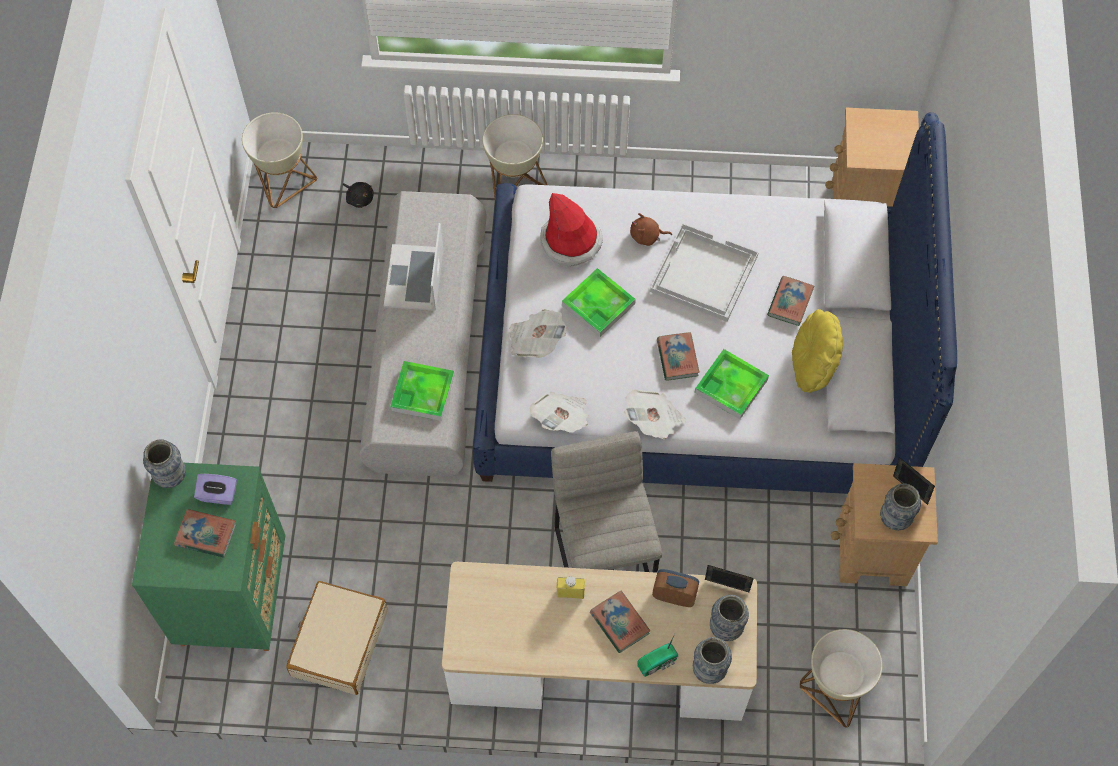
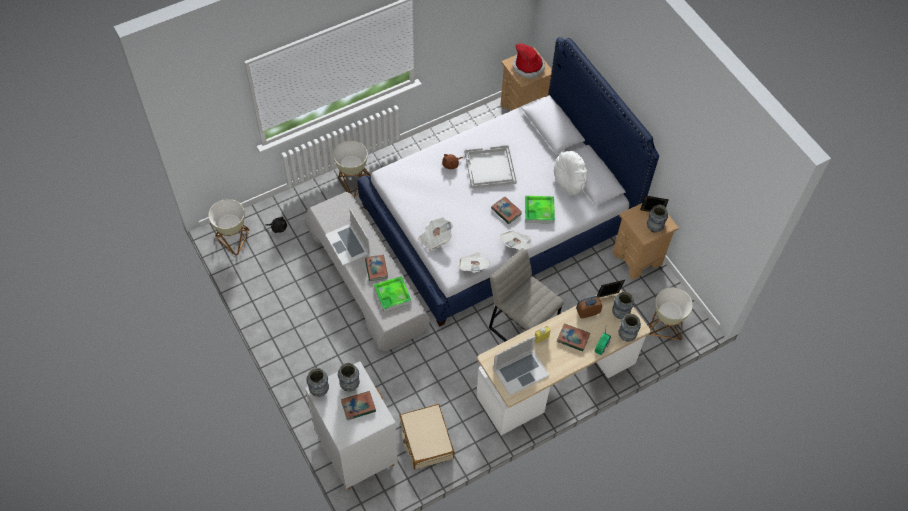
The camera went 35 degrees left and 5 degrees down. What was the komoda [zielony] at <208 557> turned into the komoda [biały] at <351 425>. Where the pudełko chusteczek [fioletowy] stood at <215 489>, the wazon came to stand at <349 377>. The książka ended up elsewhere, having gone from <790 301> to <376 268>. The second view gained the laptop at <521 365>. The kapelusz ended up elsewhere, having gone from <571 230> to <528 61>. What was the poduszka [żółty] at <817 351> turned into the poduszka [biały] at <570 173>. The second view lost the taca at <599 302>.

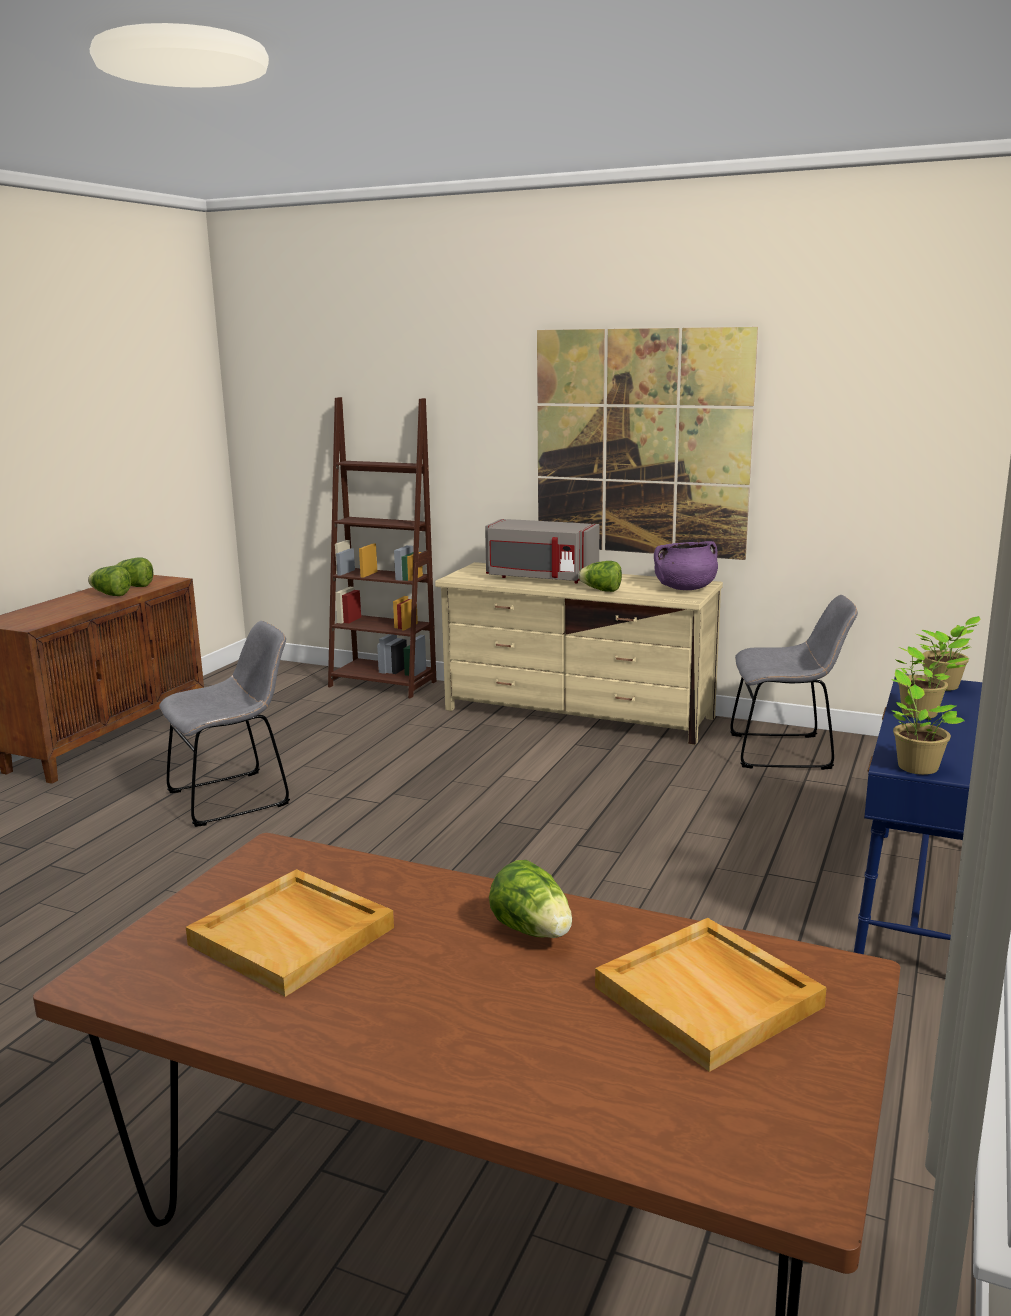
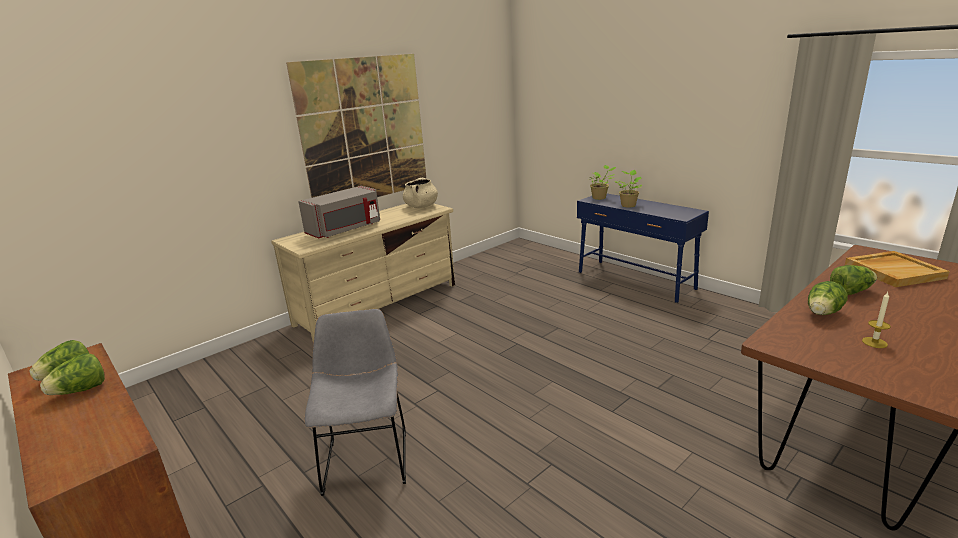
The camera went 65 degrees left and 5 degrees up. What was the garnek [fioletowy] at <686 565> turned into the garnek [beżowy] at <420 193>. The sałata ended up elsewhere, having gone from <600 576> to <828 298>. Where the taca [beżowy] stood at <290 933>, the świeca came to stand at <876 320>. The second view lost the regał [brązowy] at <382 547>. The second view lost the krzesło [szary] at <794 682>. The second view lost the roślina doniczkowa at <928 722>.

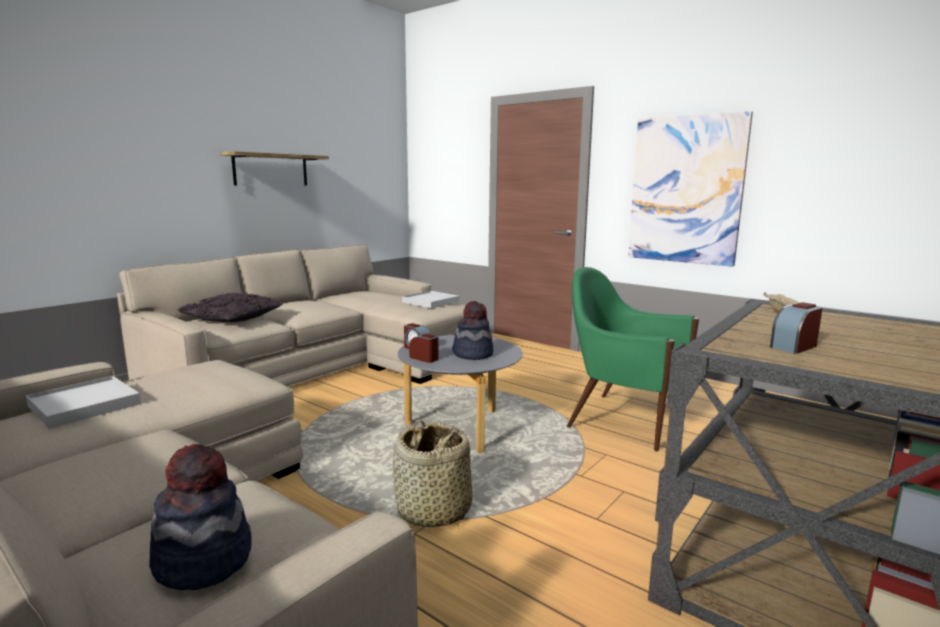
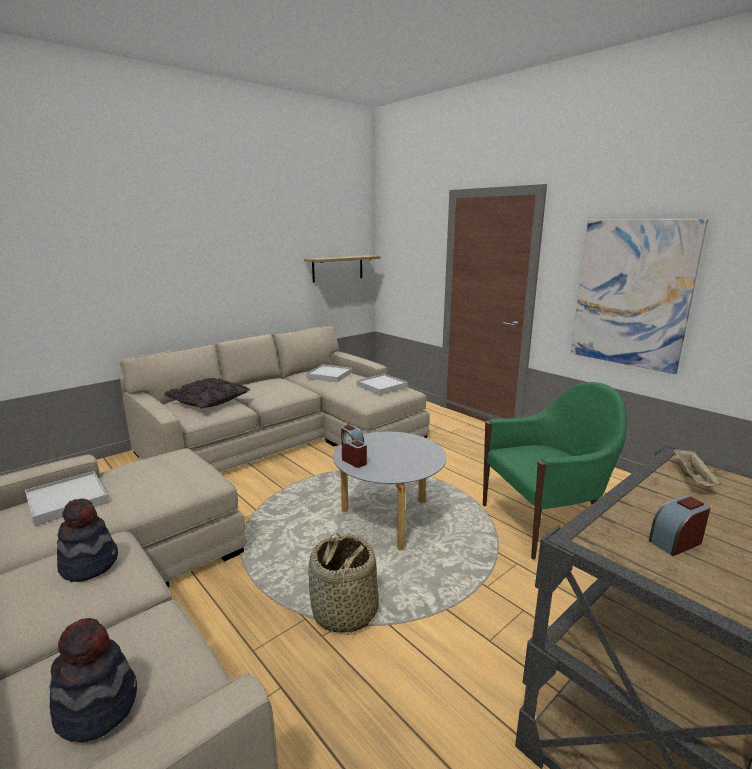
The camera went 10 degrees right and 5 degrees up. The kapelusz ended up elsewhere, having gone from <472 330> to <87 540>. The półka ended up elsewhere, having gone from <274 168> to <342 269>. The second view gained the taca [biały] at <329 373>. The fotel [zielony] at <632 359> ended up facing another way, 120 degrees clockwise from before.

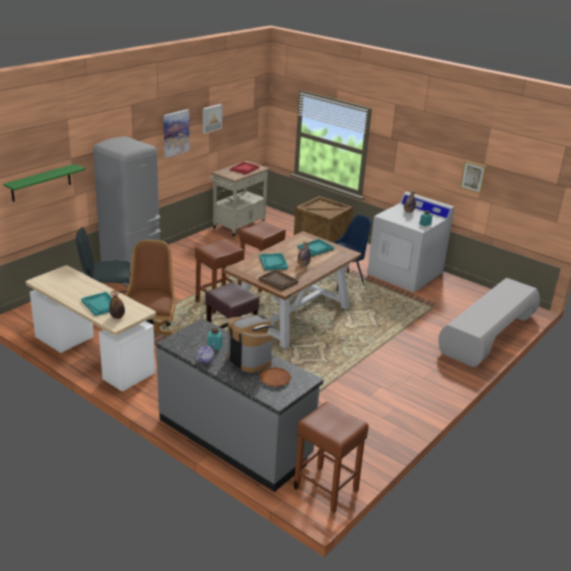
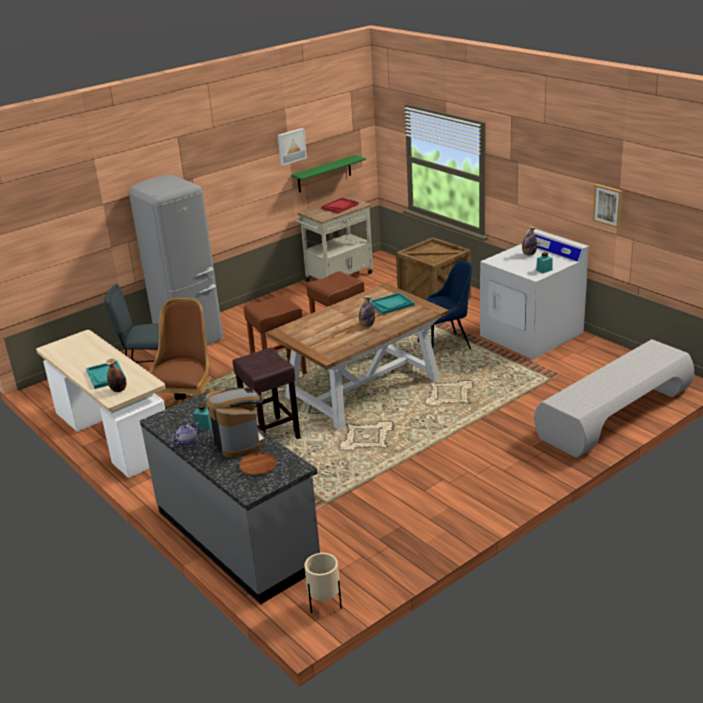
The camera went 15 degrees right and 0 degrees up. The półka [zielony] ended up elsewhere, having gone from <44 183> to <328 173>. Where the stołek [brązowy] stood at <331 458>, the donica [beżowy] came to stand at <323 583>. The second view lost the obraz at <176 133>. The second view lost the taca [turkusowy] at <273 261>. The second view lost the taca [brązowy] at <278 280>.

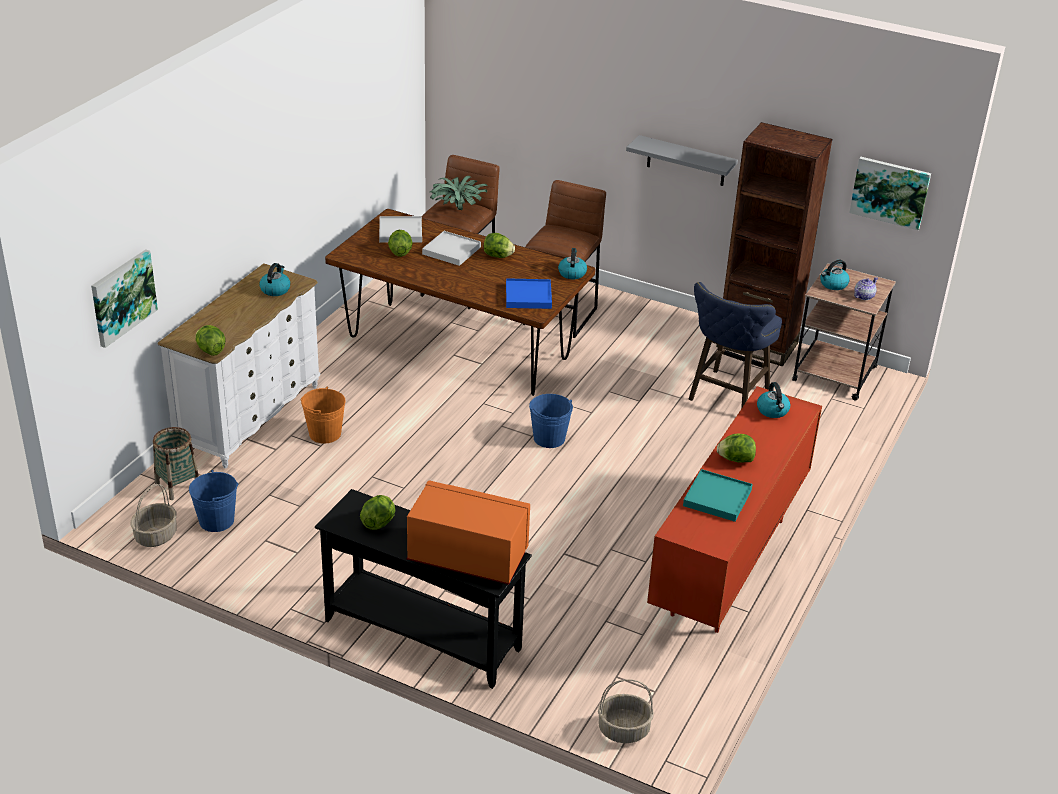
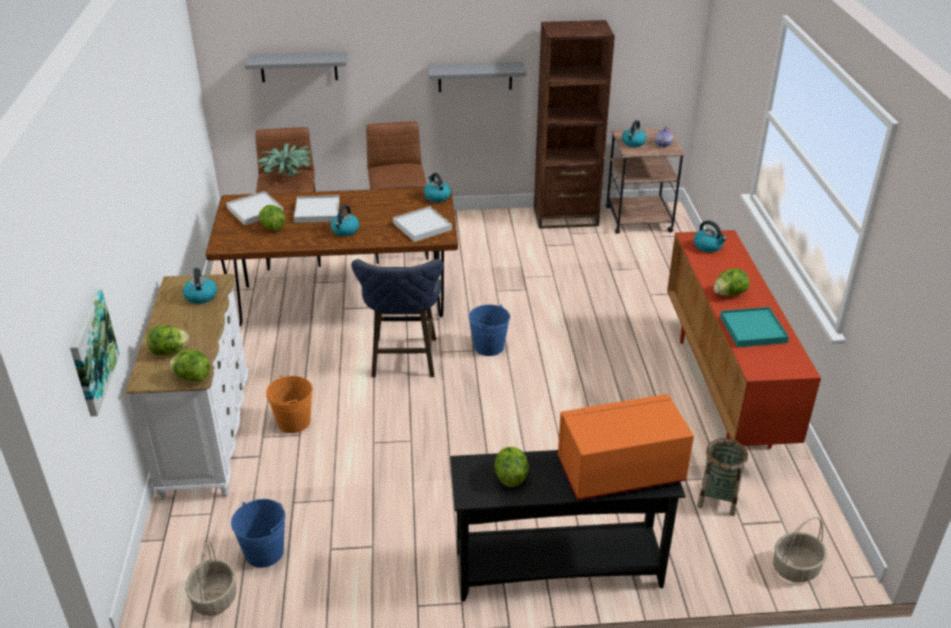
The camera went 30 degrees left and 0 degrees up. The sałata ended up elsewhere, having gone from <499 245> to <168 340>. The second view gained the półka [szary] at <296 67>. The second view gained the czajnik at <345 220>. The stołek [niebieski] ended up elsewhere, having gone from <735 345> to <397 318>. What was the taca [niebieski] at <529 293> turned into the taca [biały] at <422 224>. The koszyk ended up elsewhere, having gone from <176 463> to <722 477>. The second view lost the obraz at <890 193>.

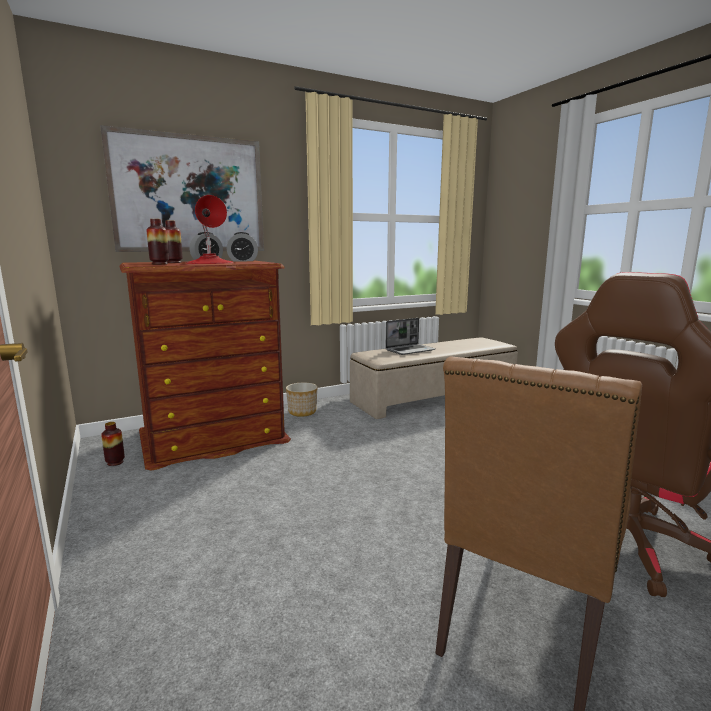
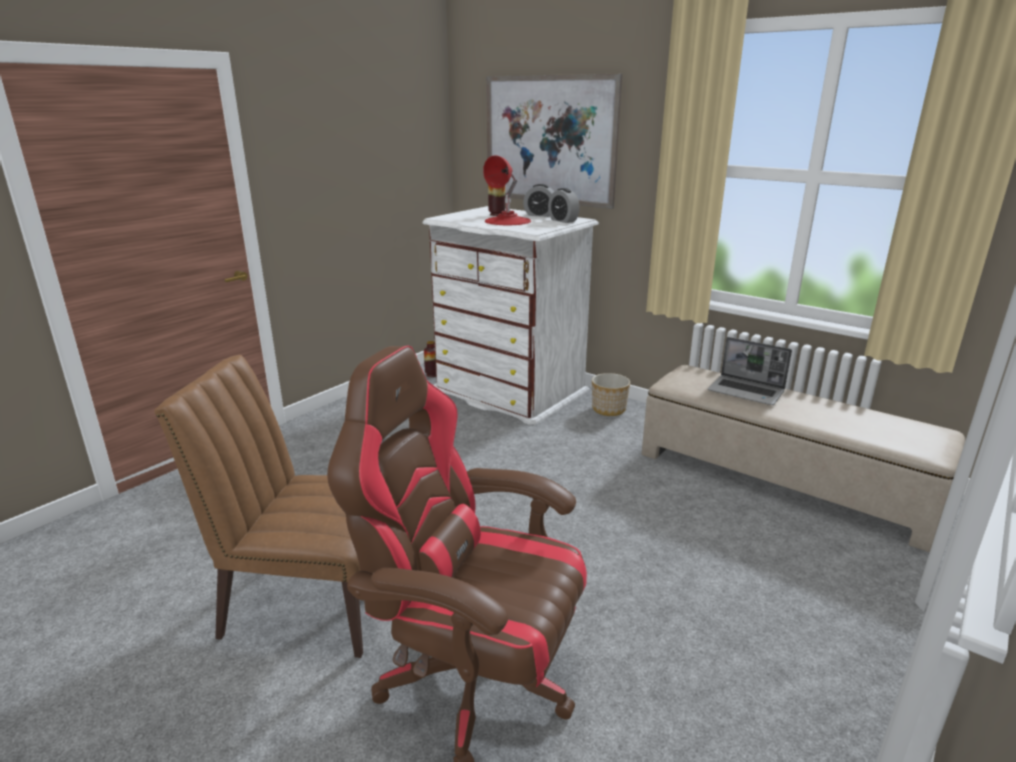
The camera went 65 degrees right and 10 degrees up. What was the komoda [brązowy] at <205 365> turned into the komoda [biały] at <511 315>. The second view lost the wazon at <157 241>.

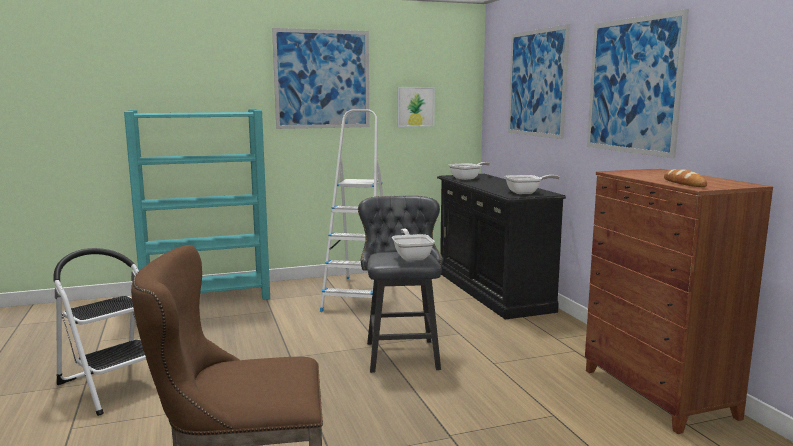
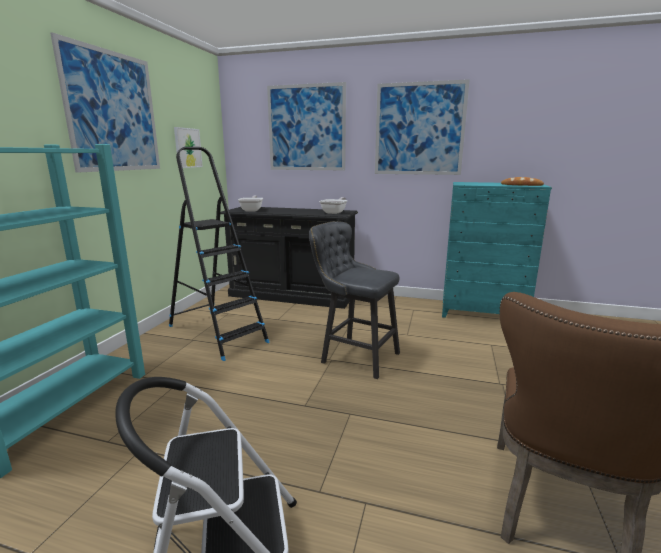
The camera went 55 degrees left and 5 degrees up. What was the drabinka [biały] at <351 210> turned into the drabinka [czarny] at <219 254>. What was the komoda [brązowy] at <679 301> turned into the komoda [turkusowy] at <497 250>. The second view lost the patelnia at <413 245>.

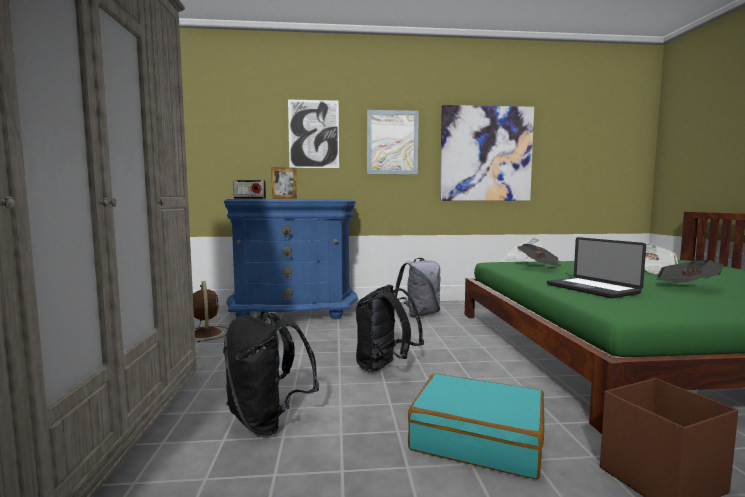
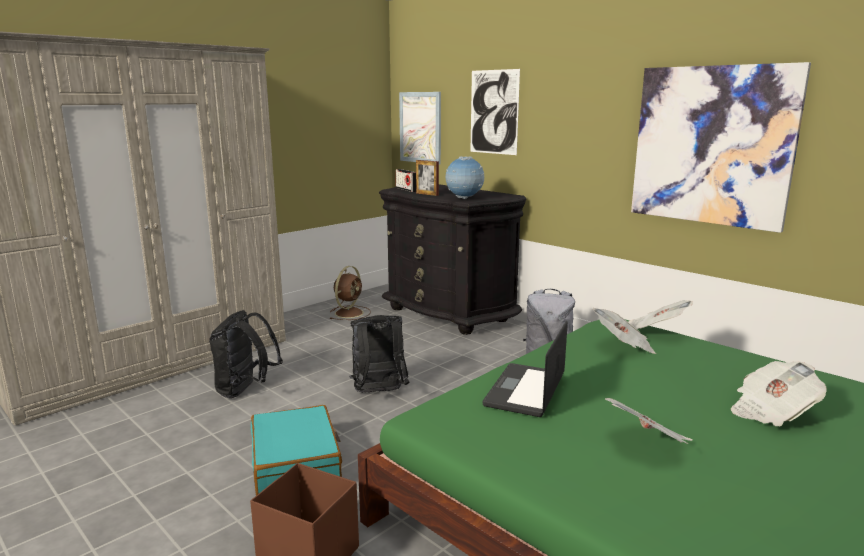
The camera went 50 degrees right and 10 degrees up. What was the komoda [niebieski] at <291 259> turned into the komoda [czarny] at <452 259>. The obraz ended up elsewhere, having gone from <393 142> to <420 128>. The second view gained the globus at <464 177>.

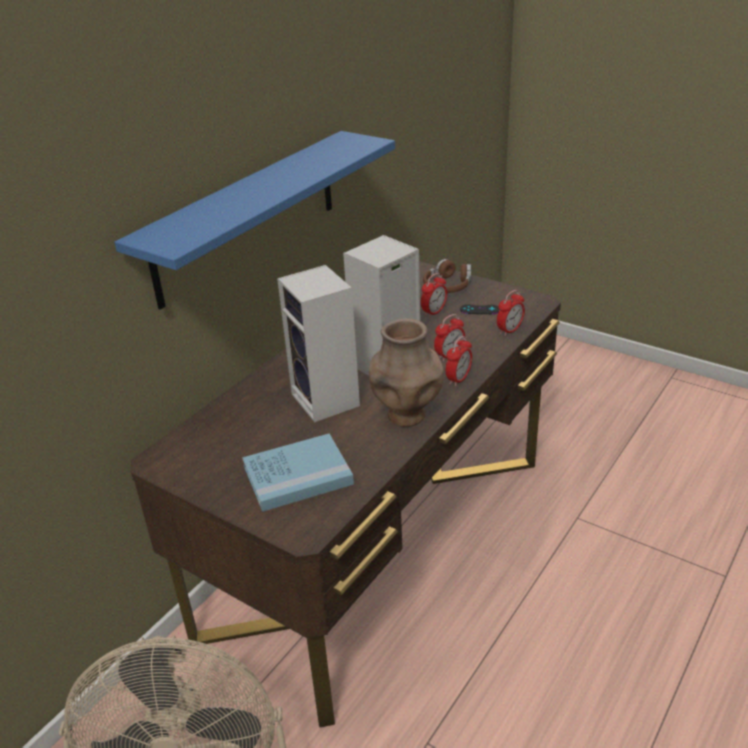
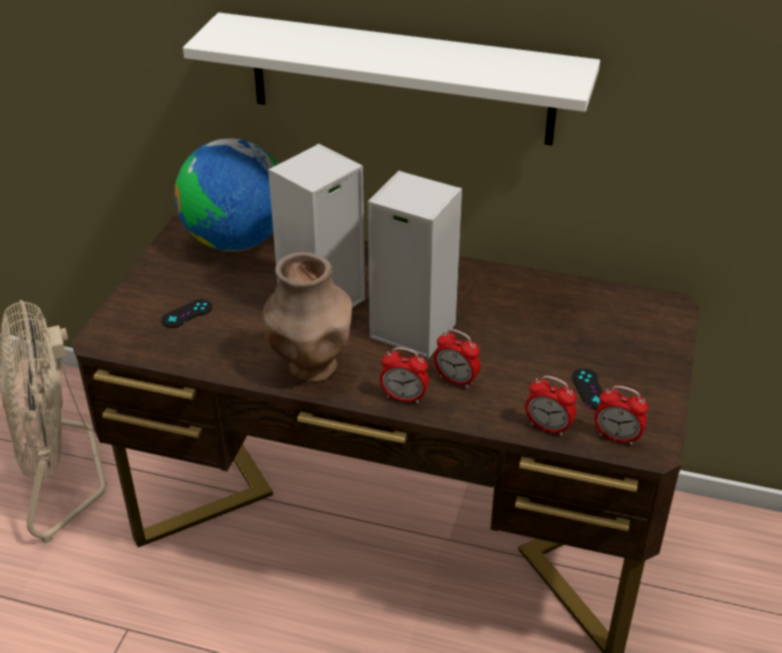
The camera went 70 degrees right and 5 degrees up. Where the książka [niebieski] stood at <298 473>, the pad do gier [czarny] came to stand at <186 313>. The second view gained the globus at <226 194>. What was the półka [niebieski] at <254 220> turned into the półka [biały] at <391 79>. The budzik ended up elsewhere, having gone from <434 295> to <621 415>. The second view lost the słuchawki [brązowy] at <447 276>.

